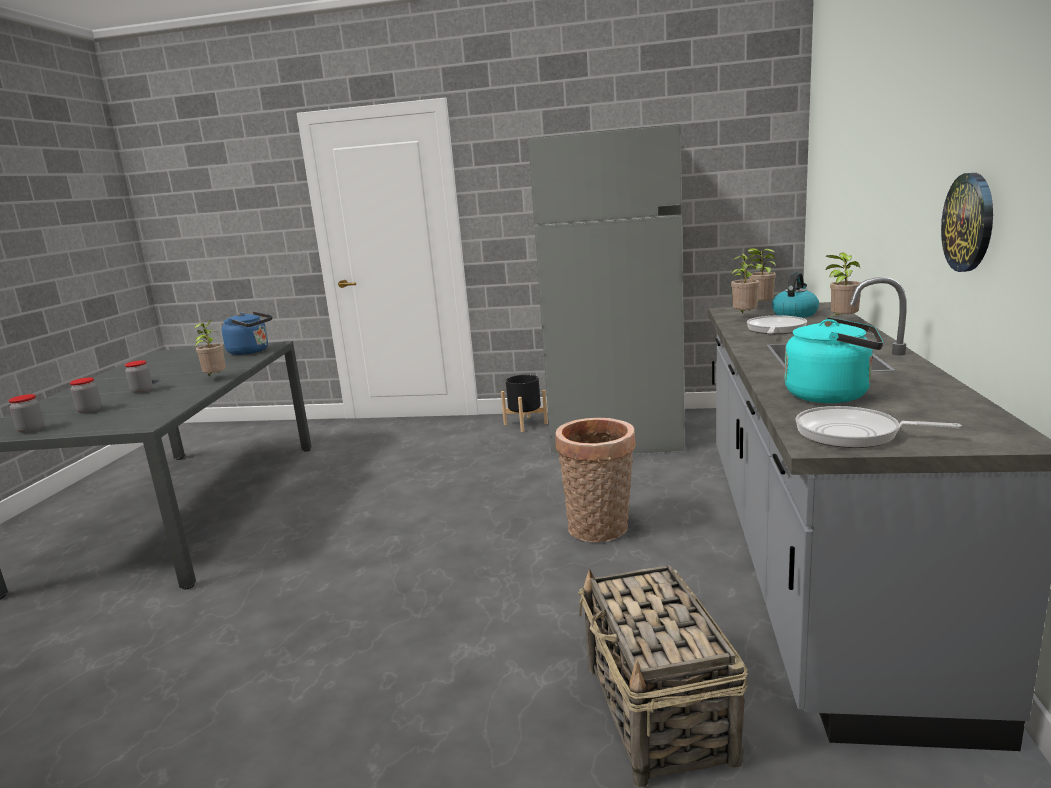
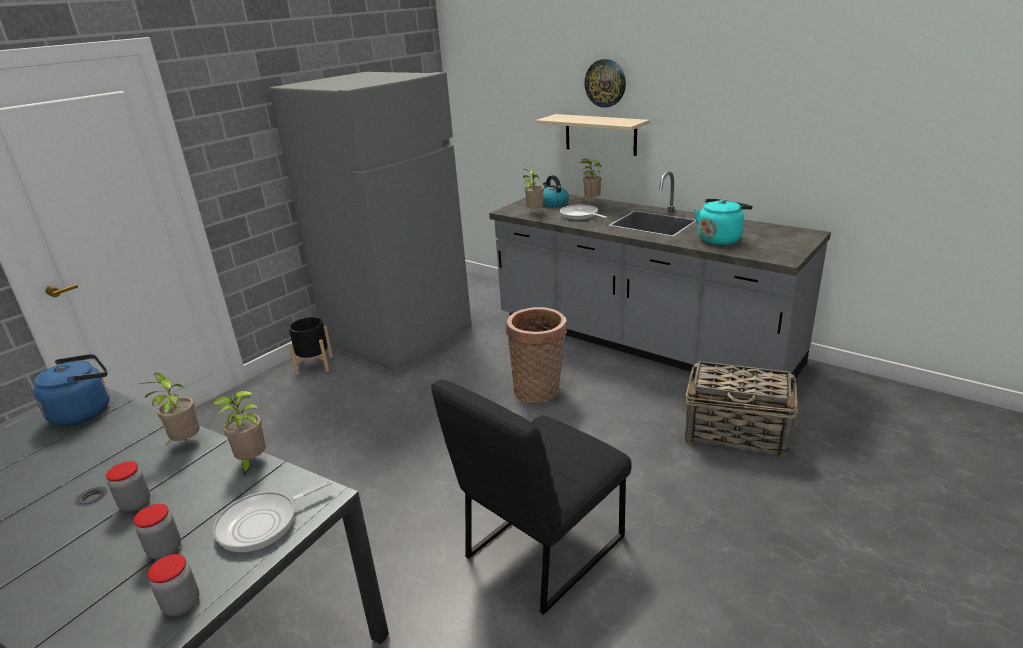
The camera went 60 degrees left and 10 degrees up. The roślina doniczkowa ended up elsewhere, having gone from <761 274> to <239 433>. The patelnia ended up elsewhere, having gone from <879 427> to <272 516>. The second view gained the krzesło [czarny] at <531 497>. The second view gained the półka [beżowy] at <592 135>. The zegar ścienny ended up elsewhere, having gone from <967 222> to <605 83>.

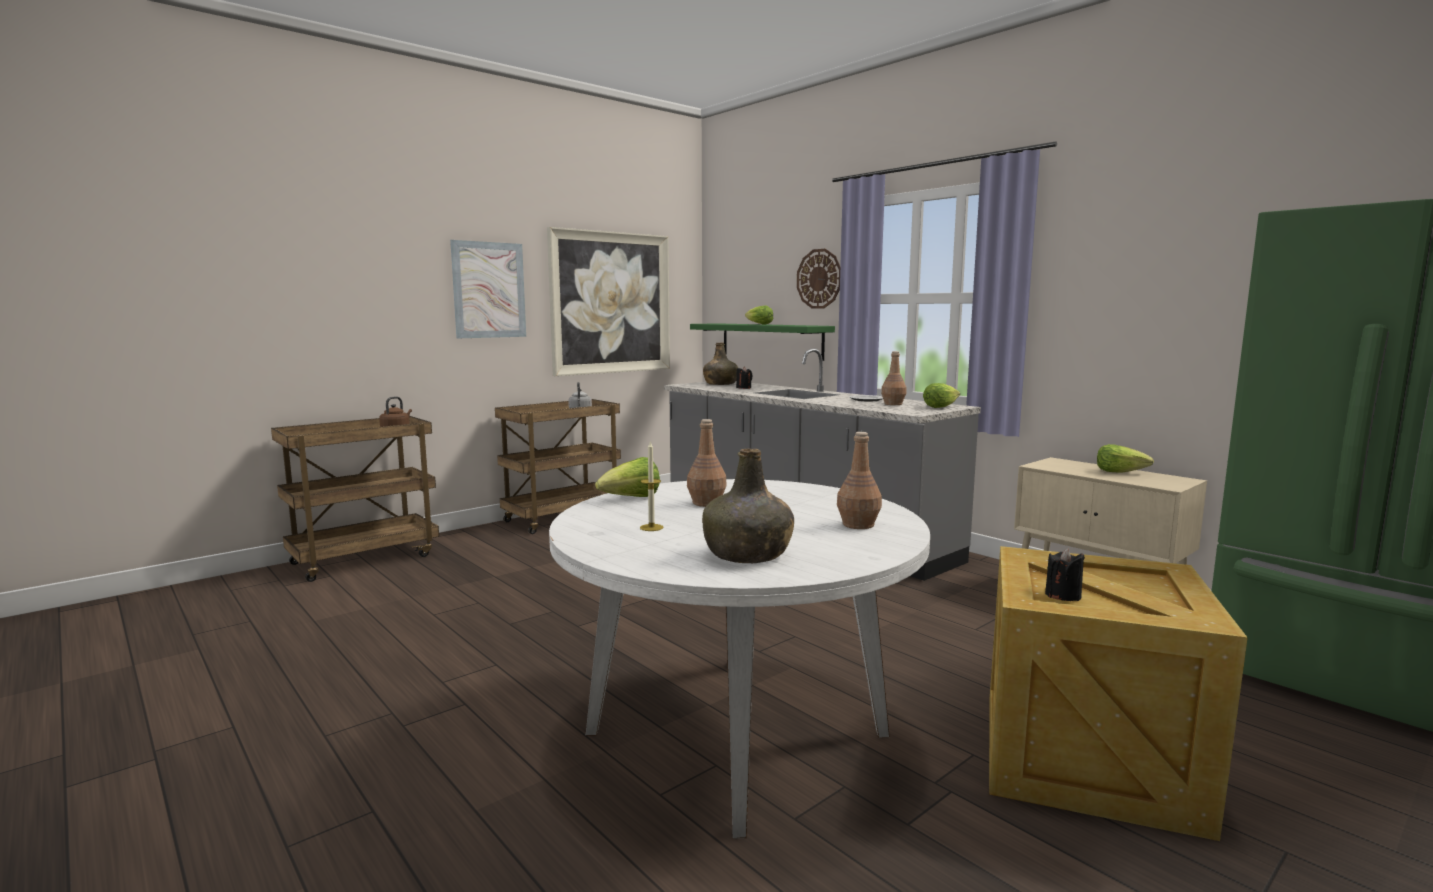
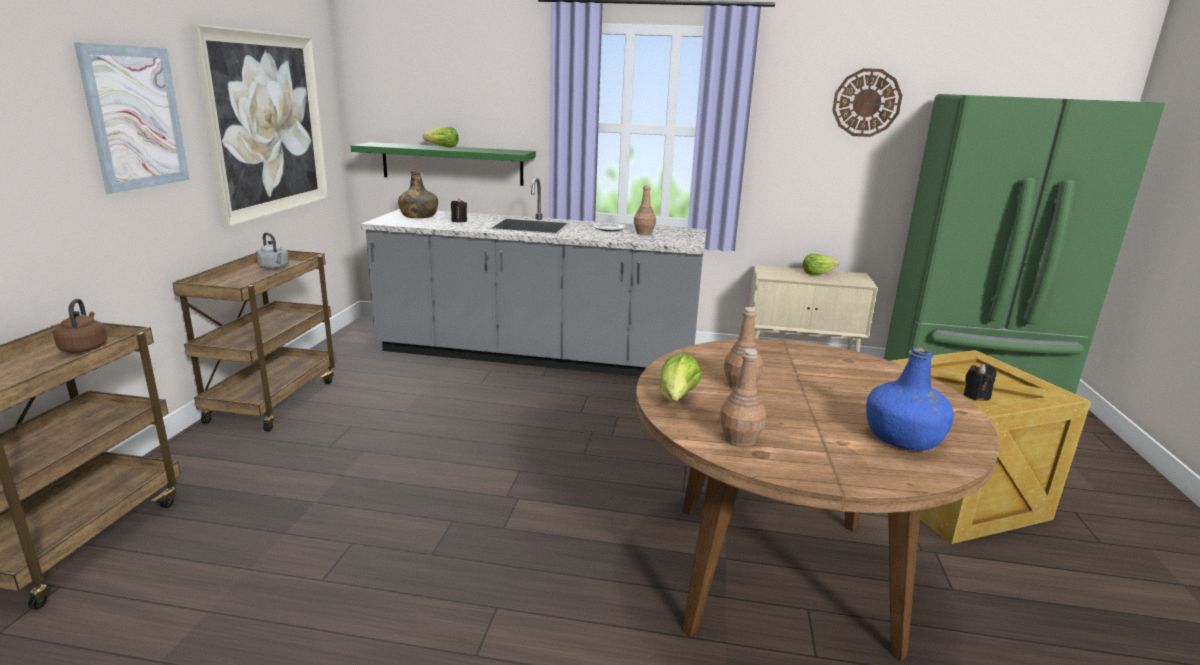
The camera went 40 degrees left and 10 degrees up. What was the stół jadalny [biały] at <739 658> turned into the stół jadalny [brązowy] at <818 500>. The butelka [brązowy] ended up elsewhere, having gone from <859 480> to <742 398>. The zegar ścienny ended up elsewhere, having gone from <818 279> to <867 102>. What was the butelka [zielony] at <748 506> turned into the butelka [niebieski] at <910 399>. The second view lost the świeca at <652 486>. The second view lost the sałata at <941 395>.

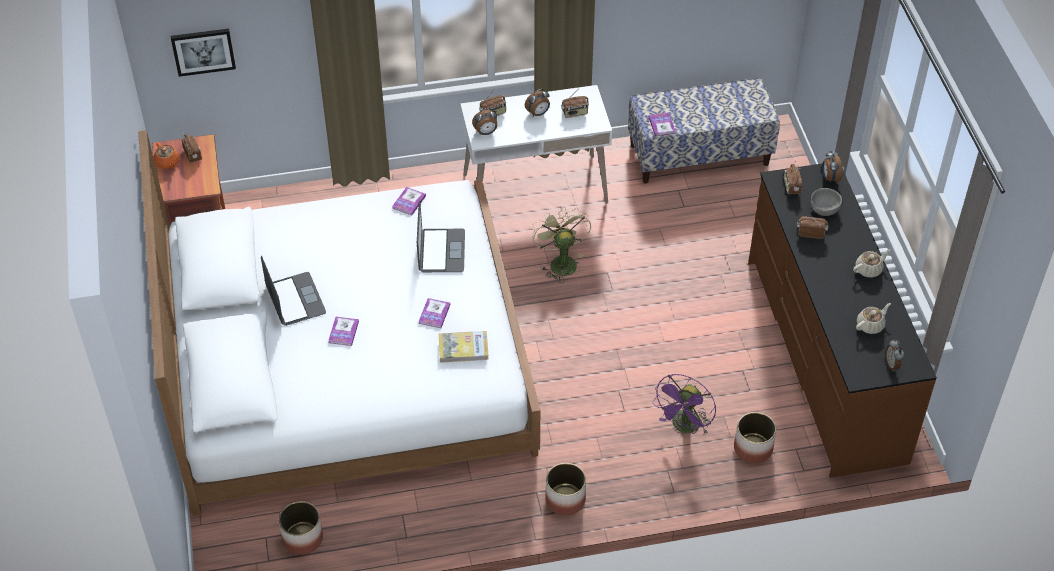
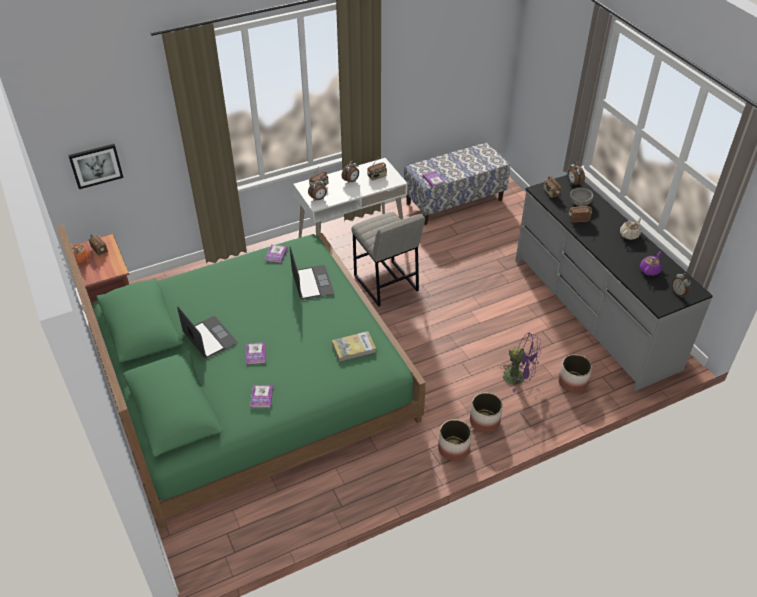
The camera went 15 degrees left and 5 degrees down. What was the łóżko [biały] at <339 323> turned into the łóżko [zielony] at <241 376>. The książka ended up elsewhere, having gone from <434 313> to <261 396>. Where the wentylator [zielony] stood at <561 245>, the krzesło [szary] came to stand at <388 259>. The donica ended up elsewhere, having gone from <301 528> to <486 412>. The wentylator [fioletowy] at <684 404> ended up facing another way, 75 degrees counterclockwise from before. What was the komoda [brązowy] at <842 320> turned into the komoda [szary] at <614 283>. What was the imbryk [beżowy] at <873 318> turned into the imbryk [fioletowy] at <651 263>.

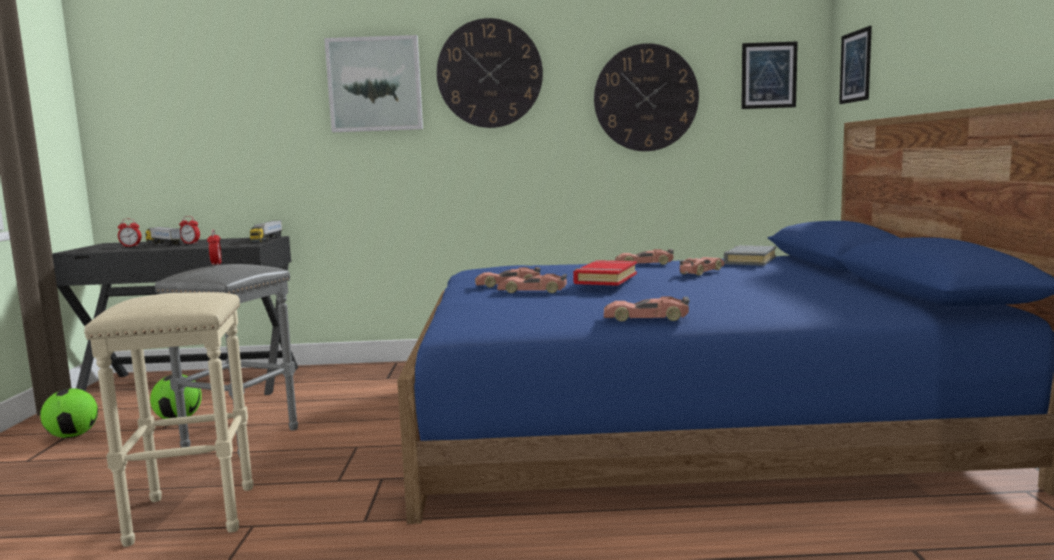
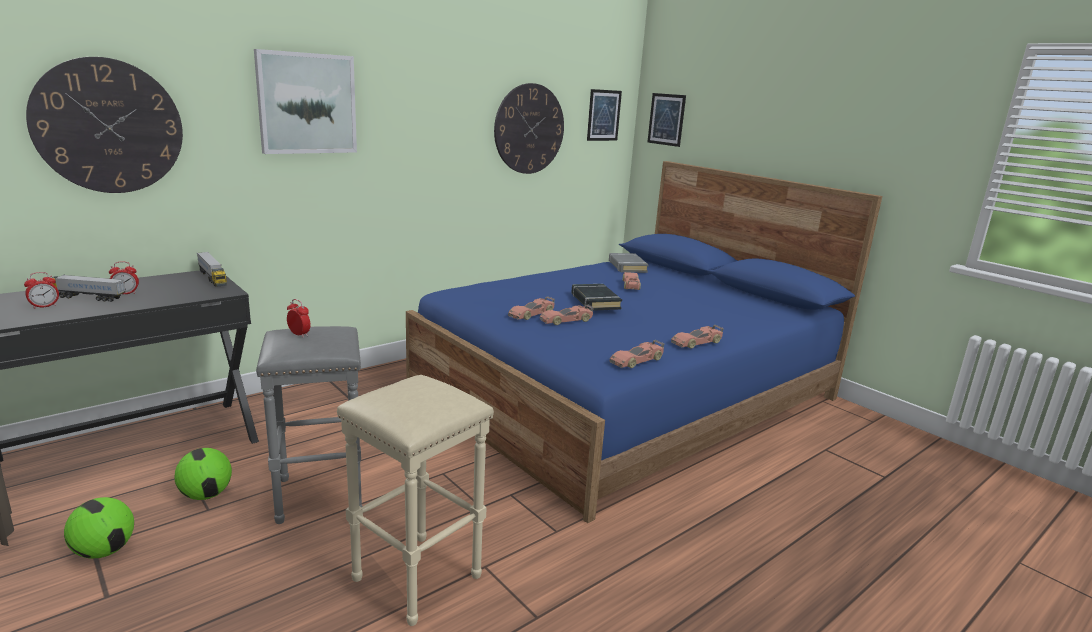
The camera went 40 degrees left and 10 degrees up. The zegar ścienny ended up elsewhere, having gone from <490 73> to <104 125>. What was the książka [czerwony] at <605 273> turned into the książka [czarny] at <596 297>. The samochodzik ended up elsewhere, having gone from <644 257> to <637 354>.

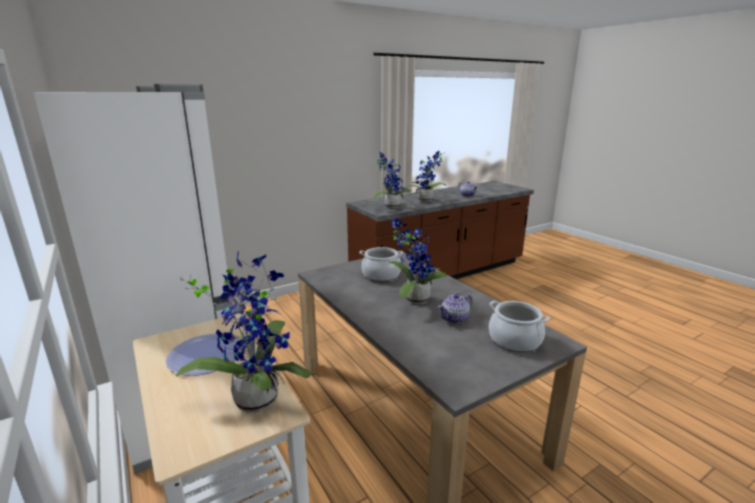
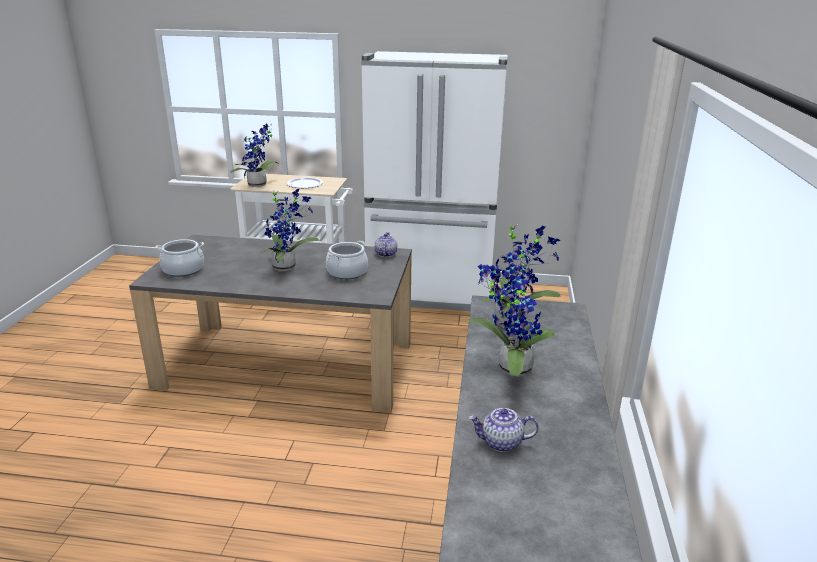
The camera went 130 degrees right and 5 degrees up. The imbryk ended up elsewhere, having gone from <455 309> to <386 244>.

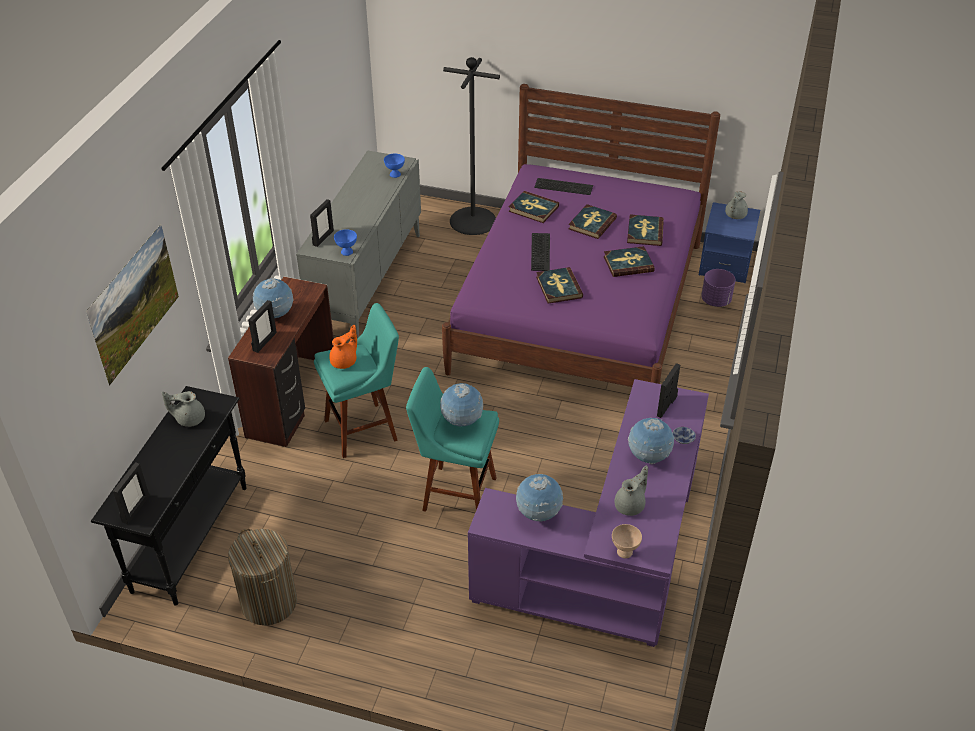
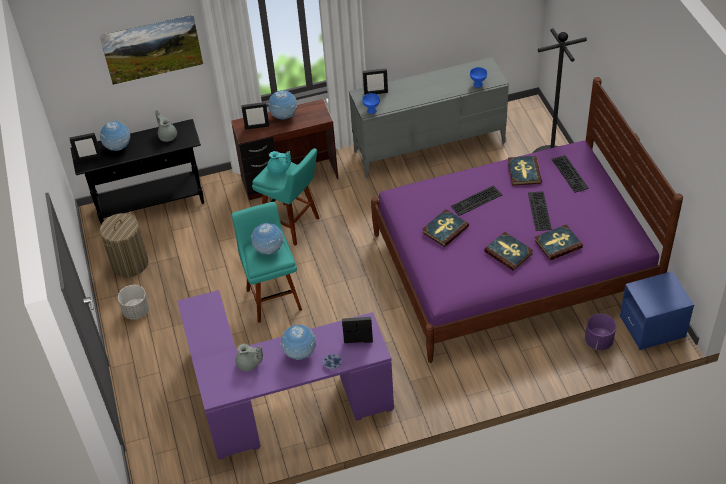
The camera went 60 degrees right and 5 degrees up. The globus ended up elsewhere, having gone from <539 497> to <115 136>. The second view gained the donica [szary] at <133 302>. What was the imbryk [pomarańczowy] at <343 347> turned into the imbryk [turkusowy] at <279 163>. Where the książka stood at <592 221>, the klawiatura came to stand at <540 211>. The second view lost the miska [beżowy] at <627 541>. The second view lost the imbryk [szary] at <736 205>.

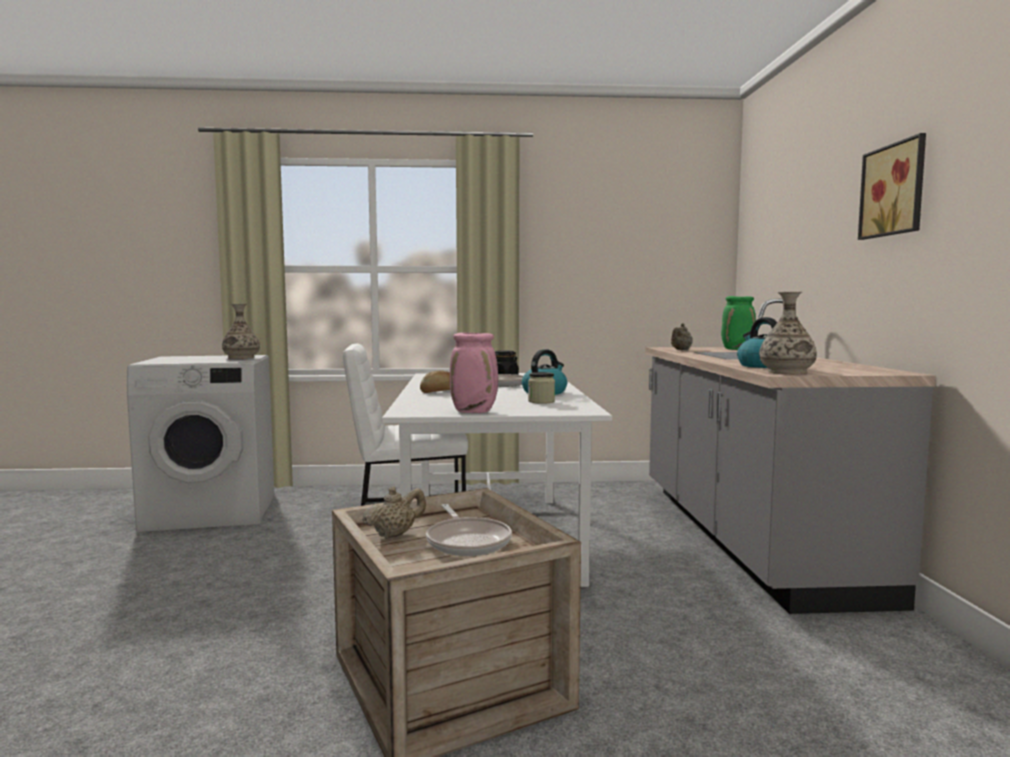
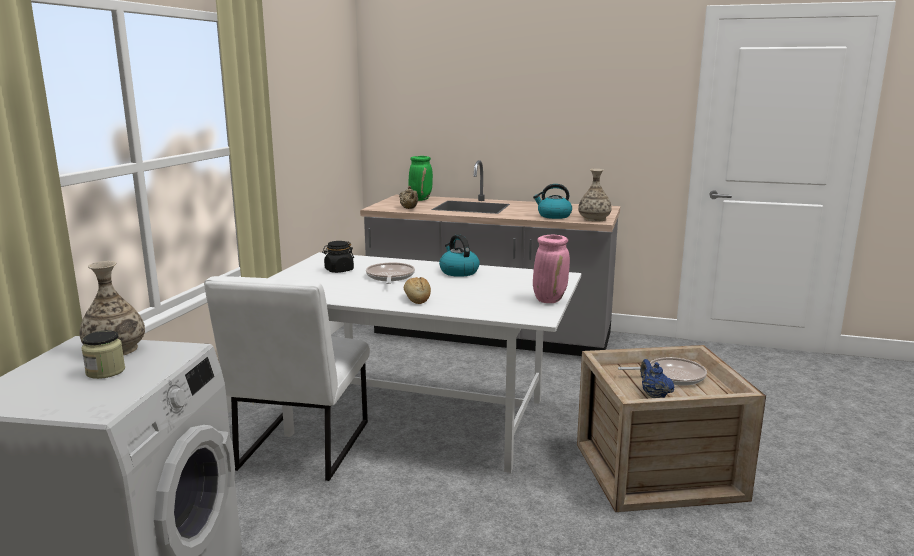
The camera went 70 degrees left and 10 degrees up. The słoik ended up elsewhere, having gone from <541 388> to <103 354>. What was the imbryk [beżowy] at <394 512> turned into the imbryk [niebieski] at <657 378>. The second view lost the obraz at <892 186>.

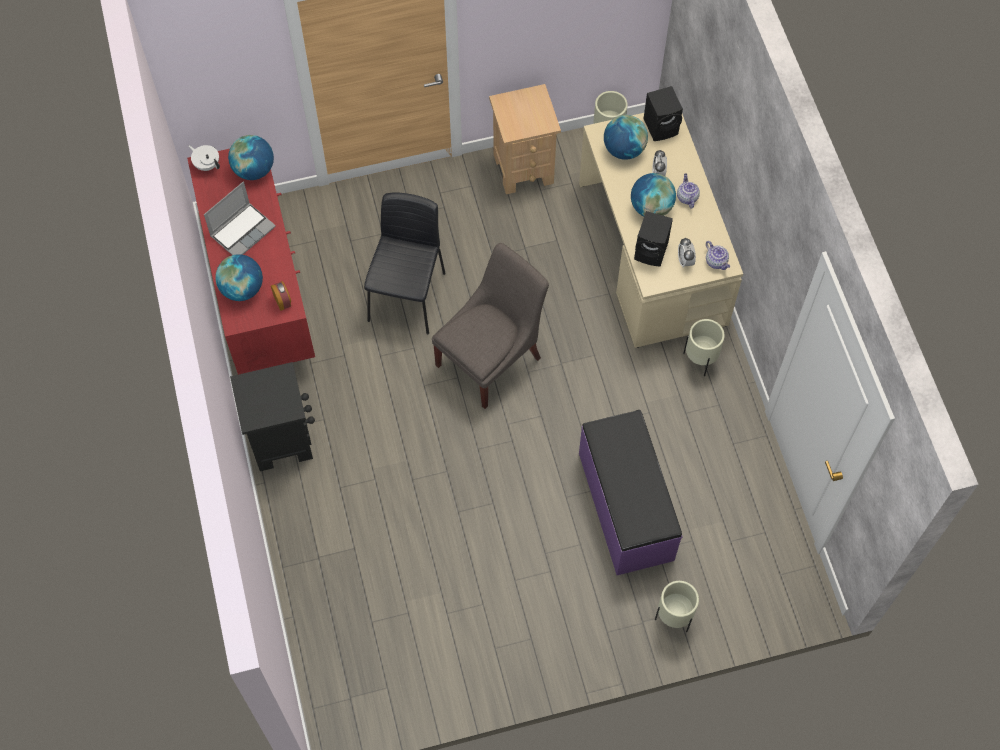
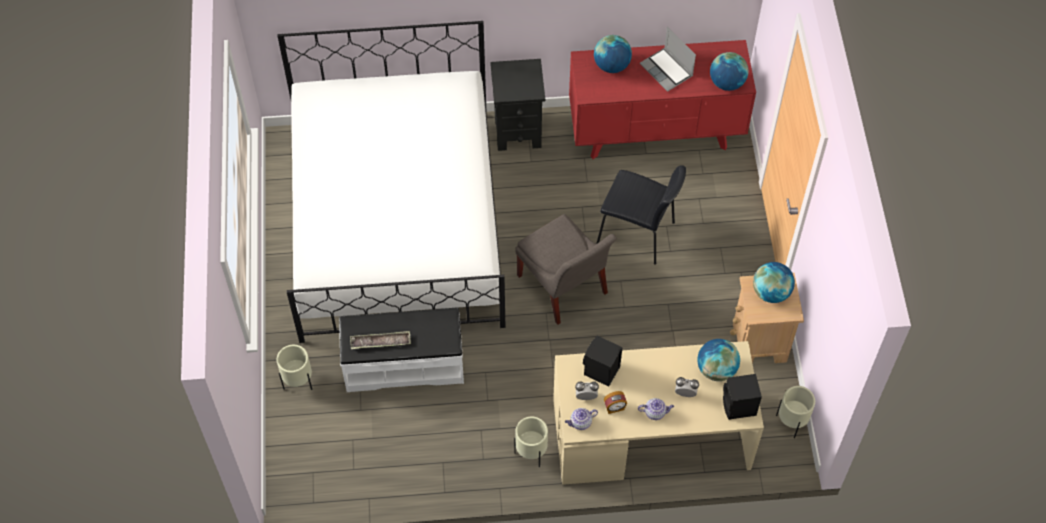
The camera went 100 degrees right and 5 degrees down. The second view gained the łóżko [biały] at <391 182>. What was the ławka [fioletowy] at <631 492> turned into the ławka [biały] at <401 350>. The second view gained the taca at <380 340>. The budzik ended up elsewhere, having gone from <281 296> to <615 402>. The globus ended up elsewhere, having gone from <653 194> to <774 282>. The second view lost the imbryk [biały] at <204 158>.

